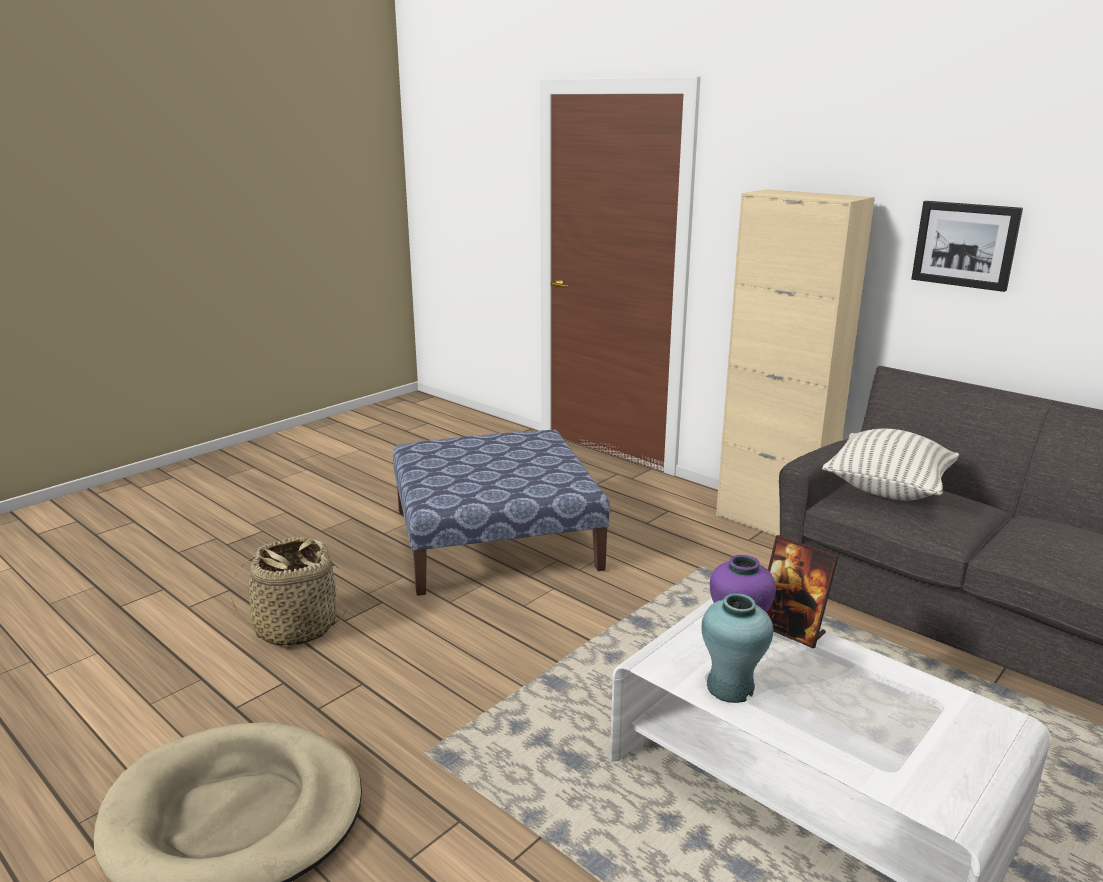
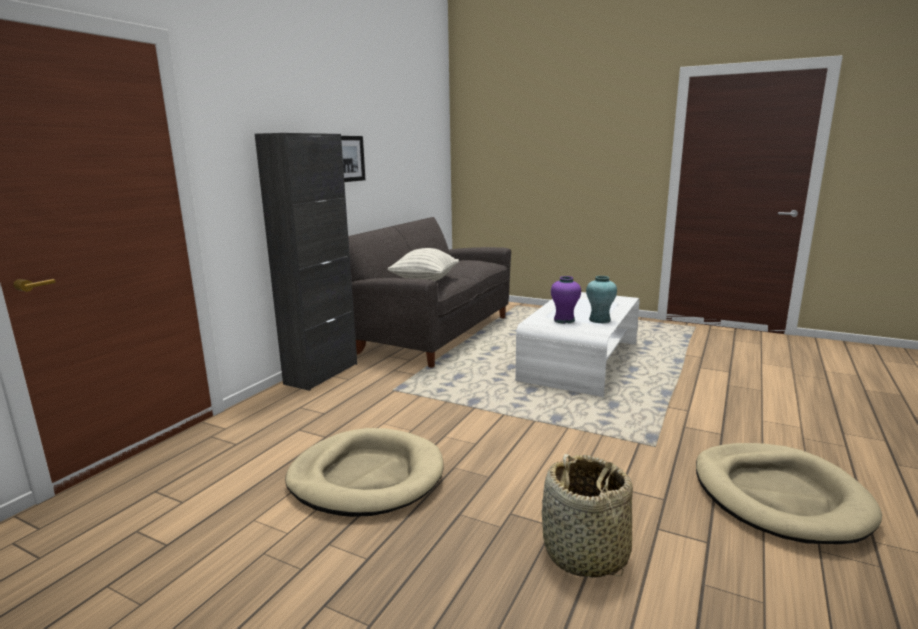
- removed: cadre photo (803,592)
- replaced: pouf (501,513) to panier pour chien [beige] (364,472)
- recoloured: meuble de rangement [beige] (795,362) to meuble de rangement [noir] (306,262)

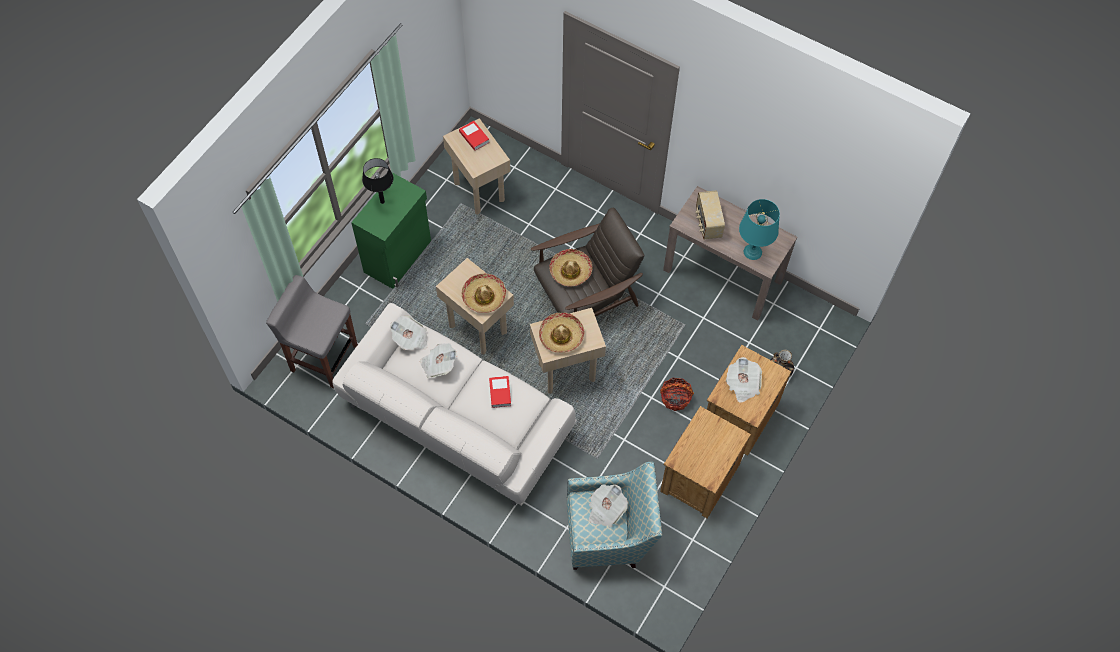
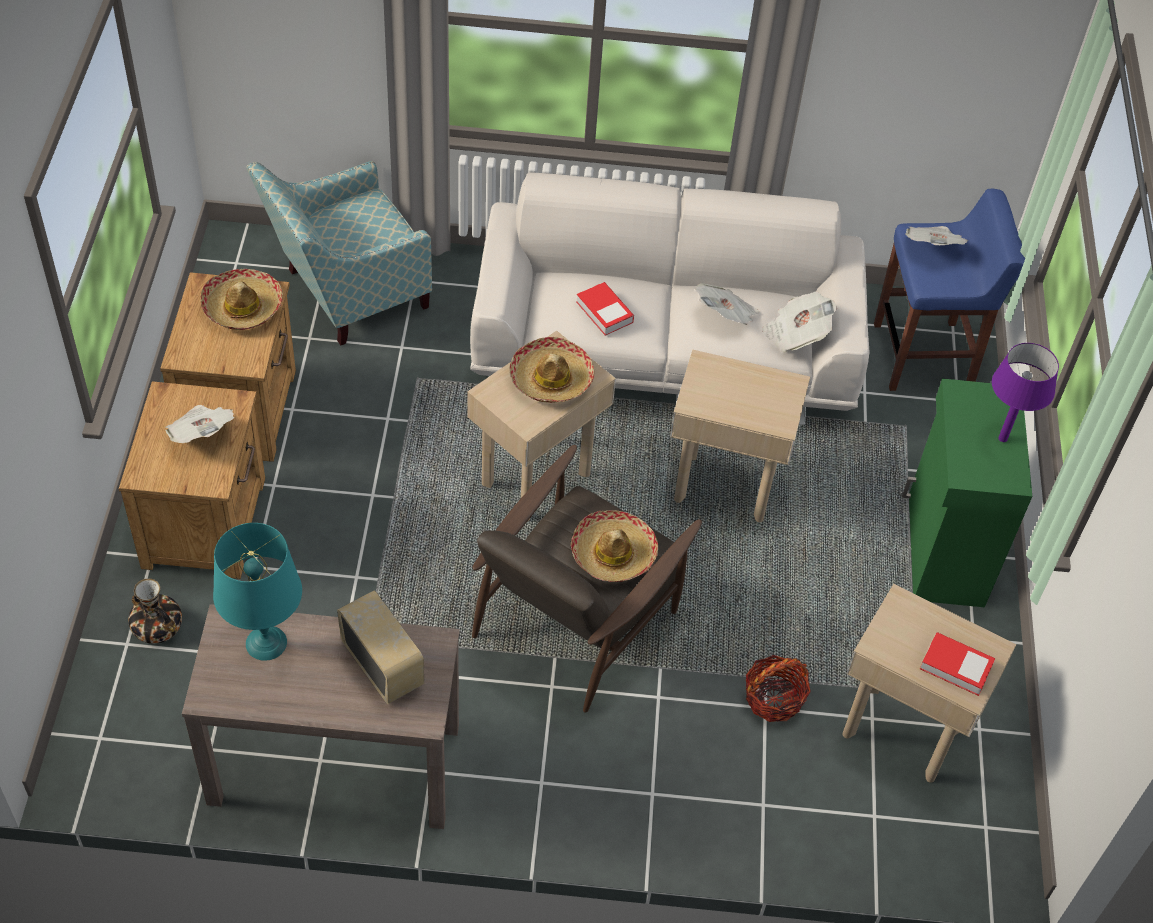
- moved: chapeau (484,293) to (241,299)
- moved: journal (608,506) to (936,235)
- moved: panier (677,394) to (778,688)
- recoloured: tabouret [gris] (312,332) to tabouret [bleu] (949,290)
- recoloured: lampe de table [noir] (377,181) to lampe de table [violet] (1025,392)

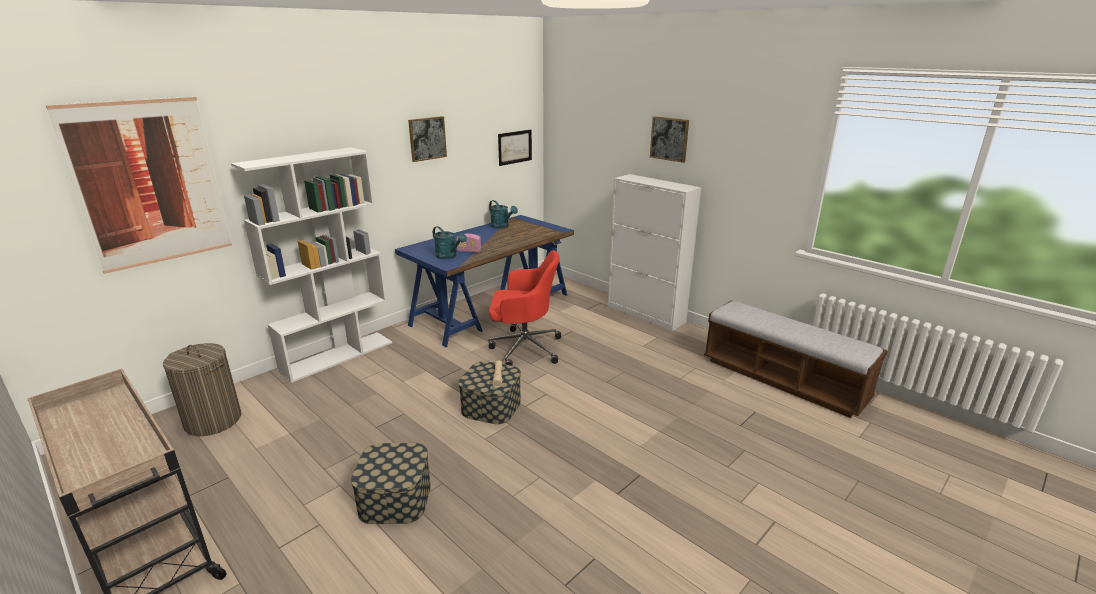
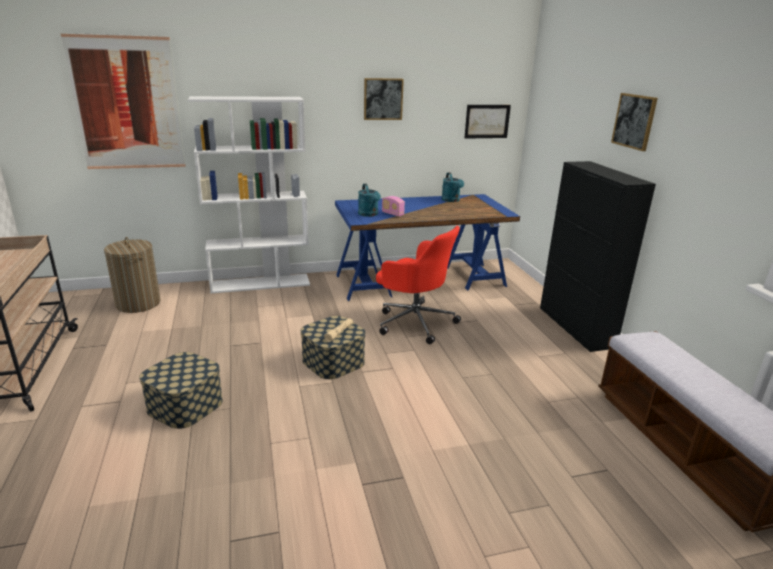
- recoloured: meuble de rangement [blanc] (654,252) to meuble de rangement [noir] (598,256)

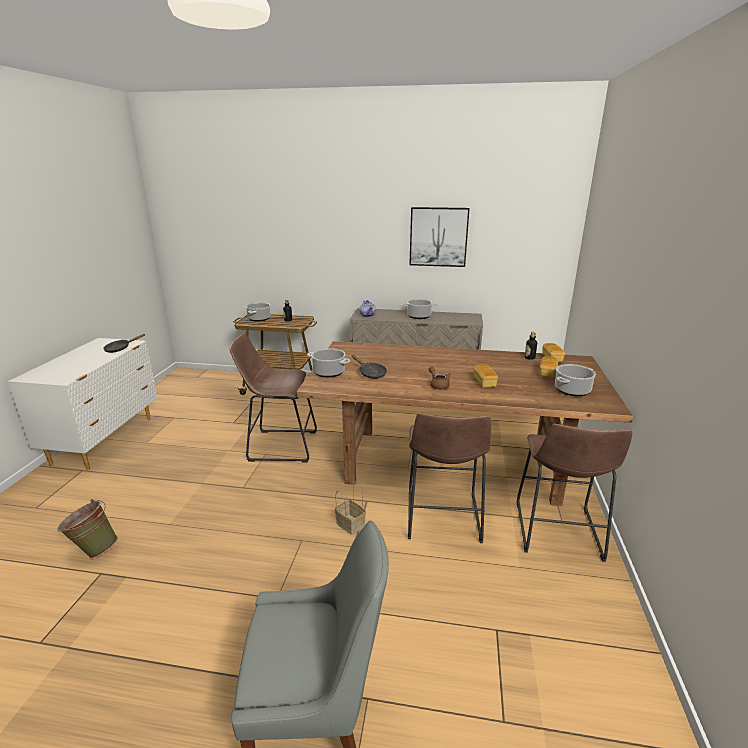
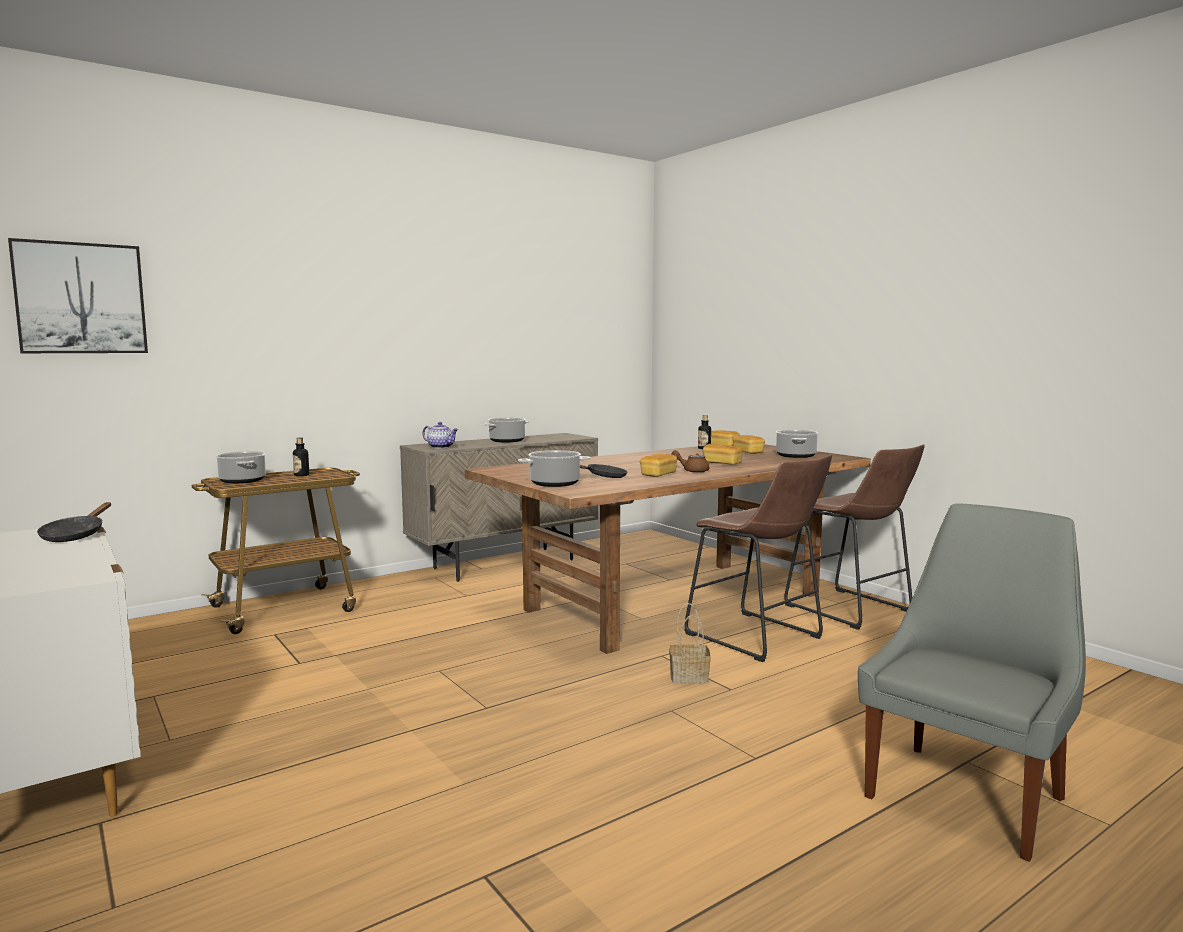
- removed: seau [vert] (87,528)
- removed: tabouret [marron] (273,397)
- added: pain (658,465)
- moved: tableau (439,237) to (78,295)

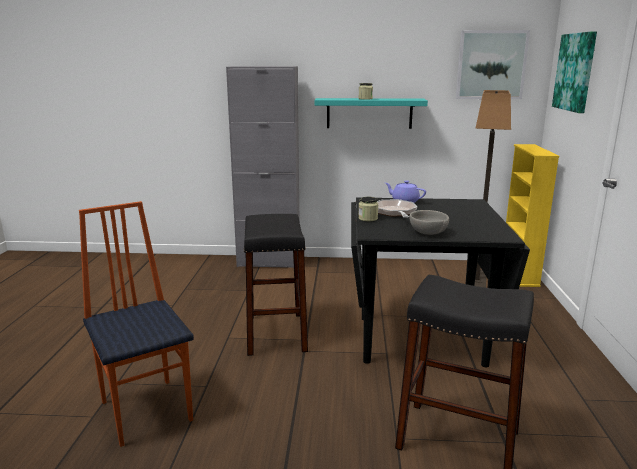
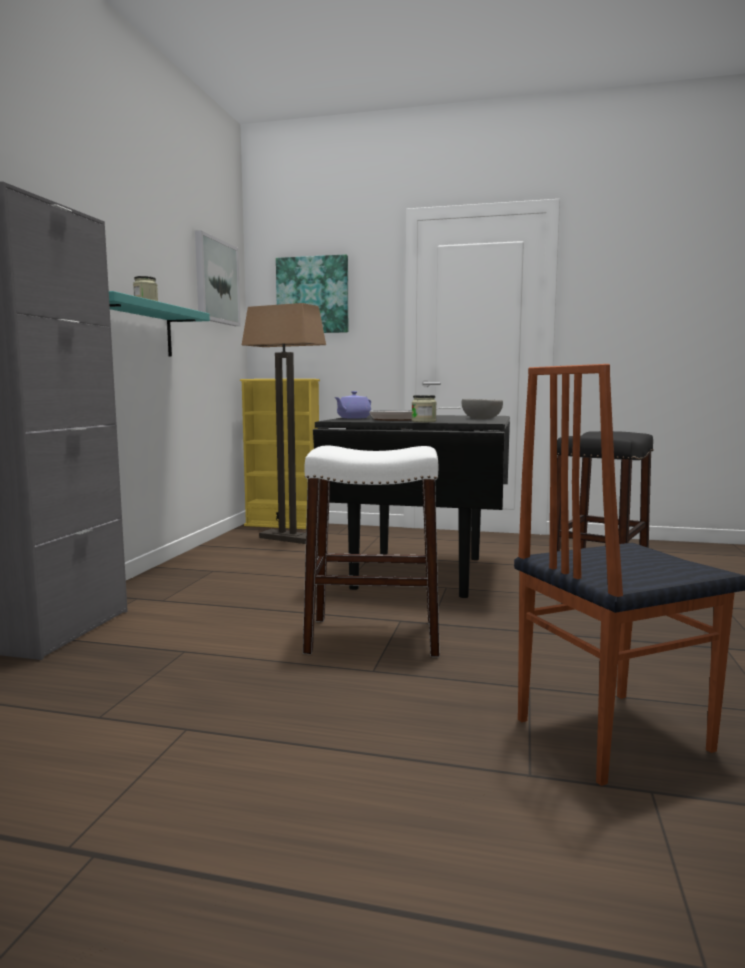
- recoloured: tabouret [noir] (276,285) to tabouret [blanc] (371,551)

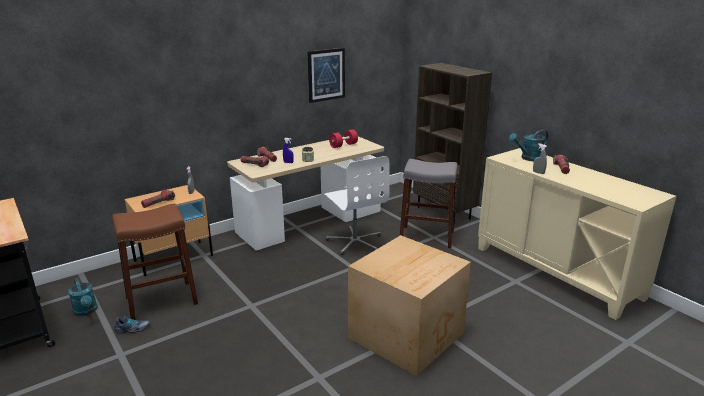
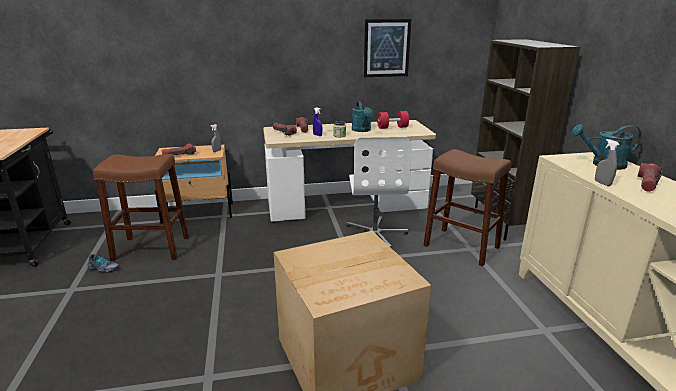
- moved: arrosoir [turquoise] (83,296) to (362,116)
- recoloured: tabouret [gris] (428,203) to tabouret [marron] (467,207)

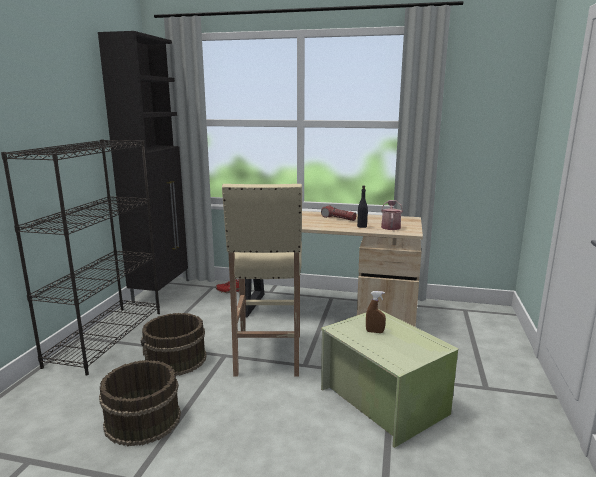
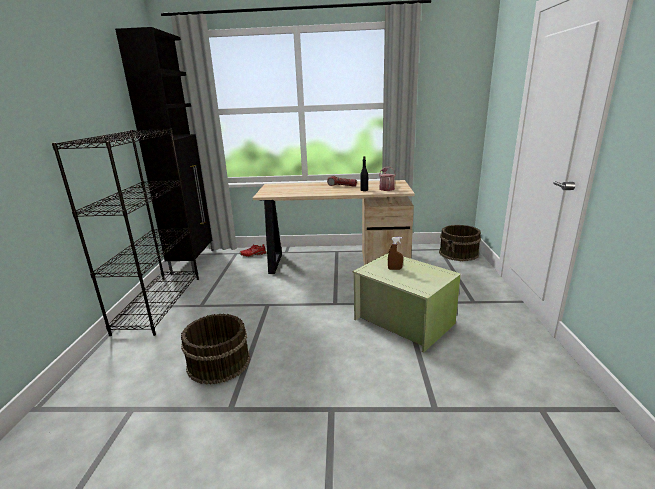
- removed: tabouret [beige] (262,280)
- moved: seau [marron] (174,344) to (460,243)

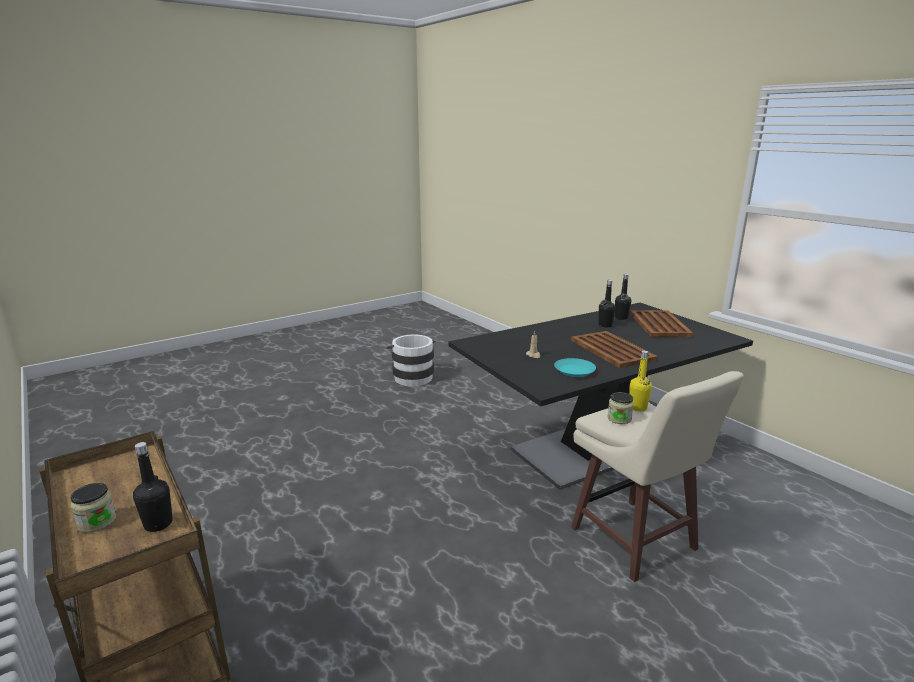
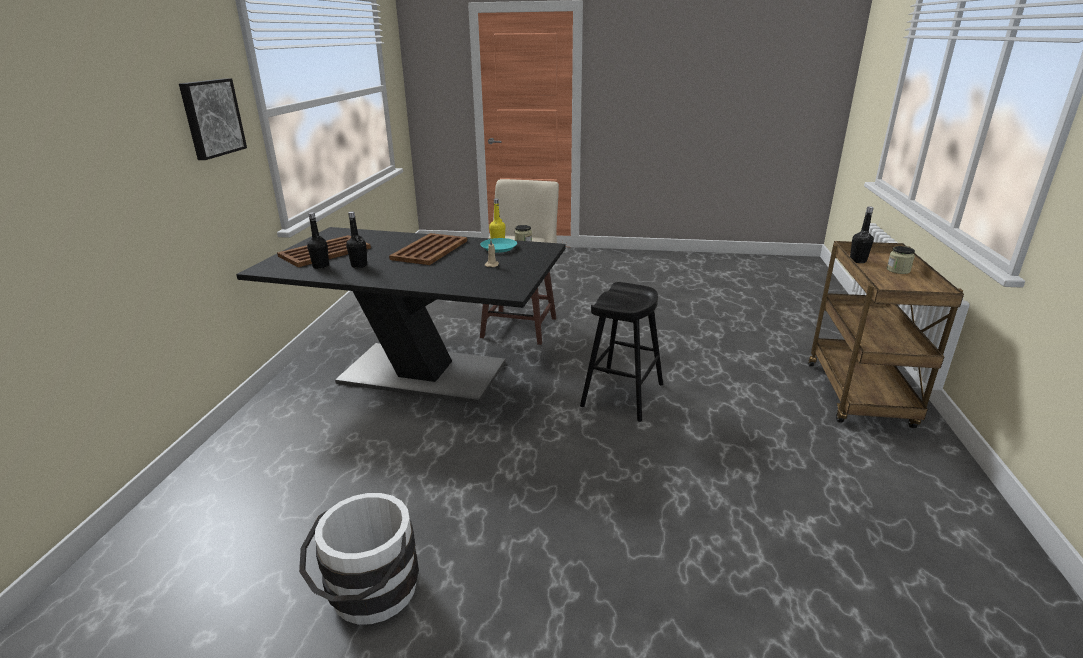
- added: tableau (213,119)
- added: tabouret [noir] (621,352)

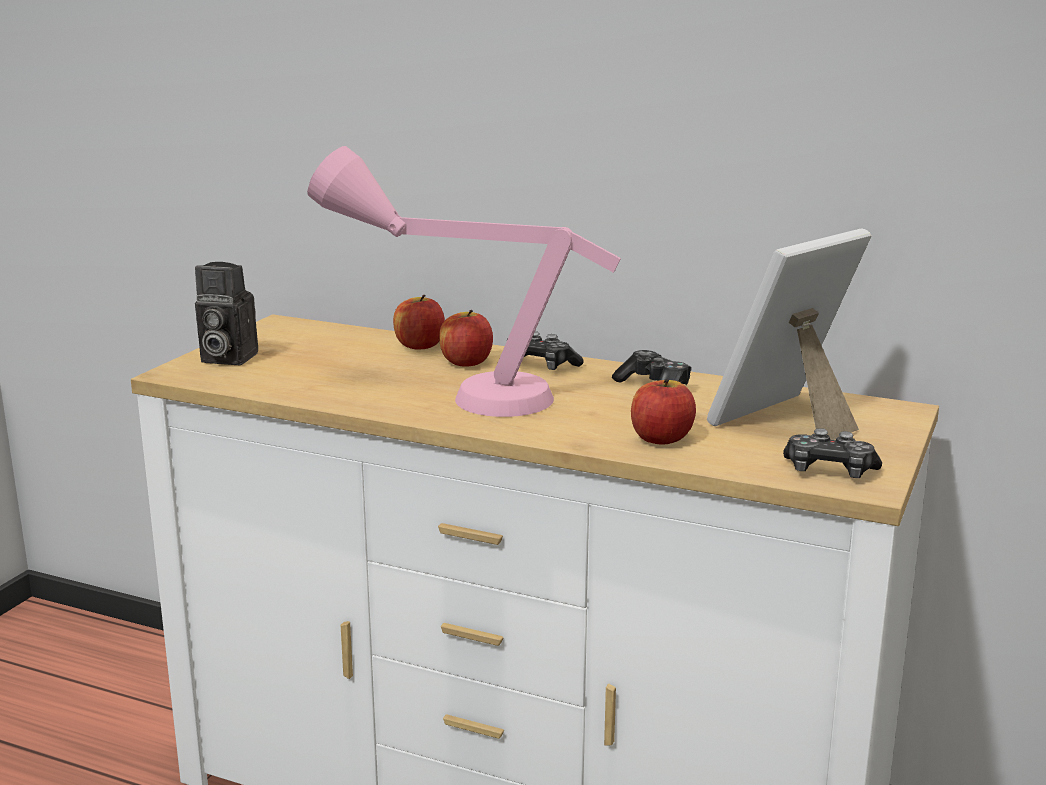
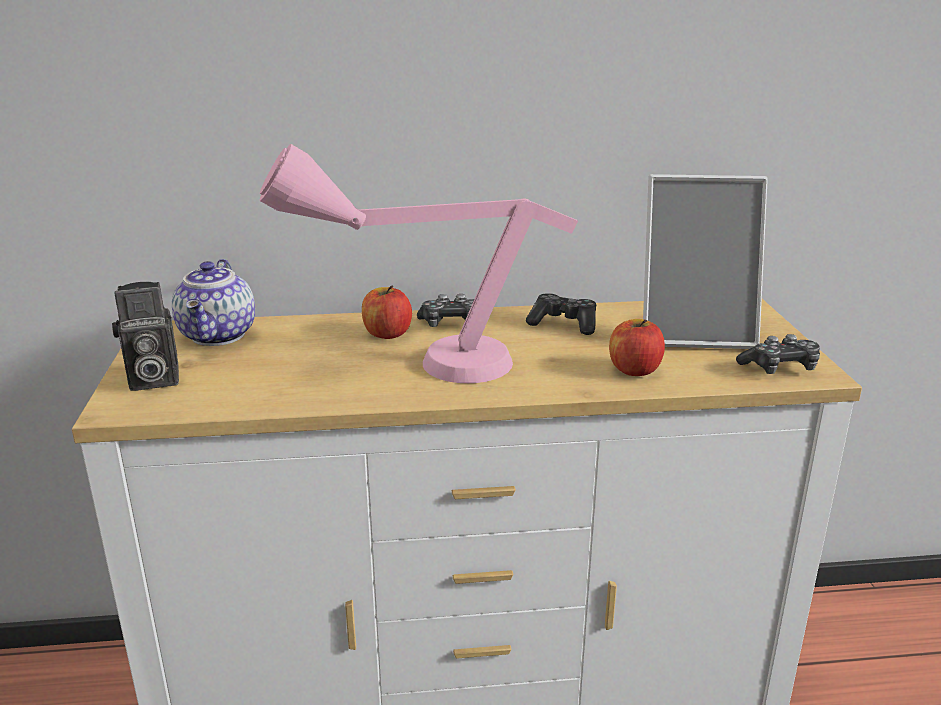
- removed: pomme (419,322)
- added: théière (213,302)
- turned: cadre photo (789,334) = (705,261) 105 degrees counterclockwise

